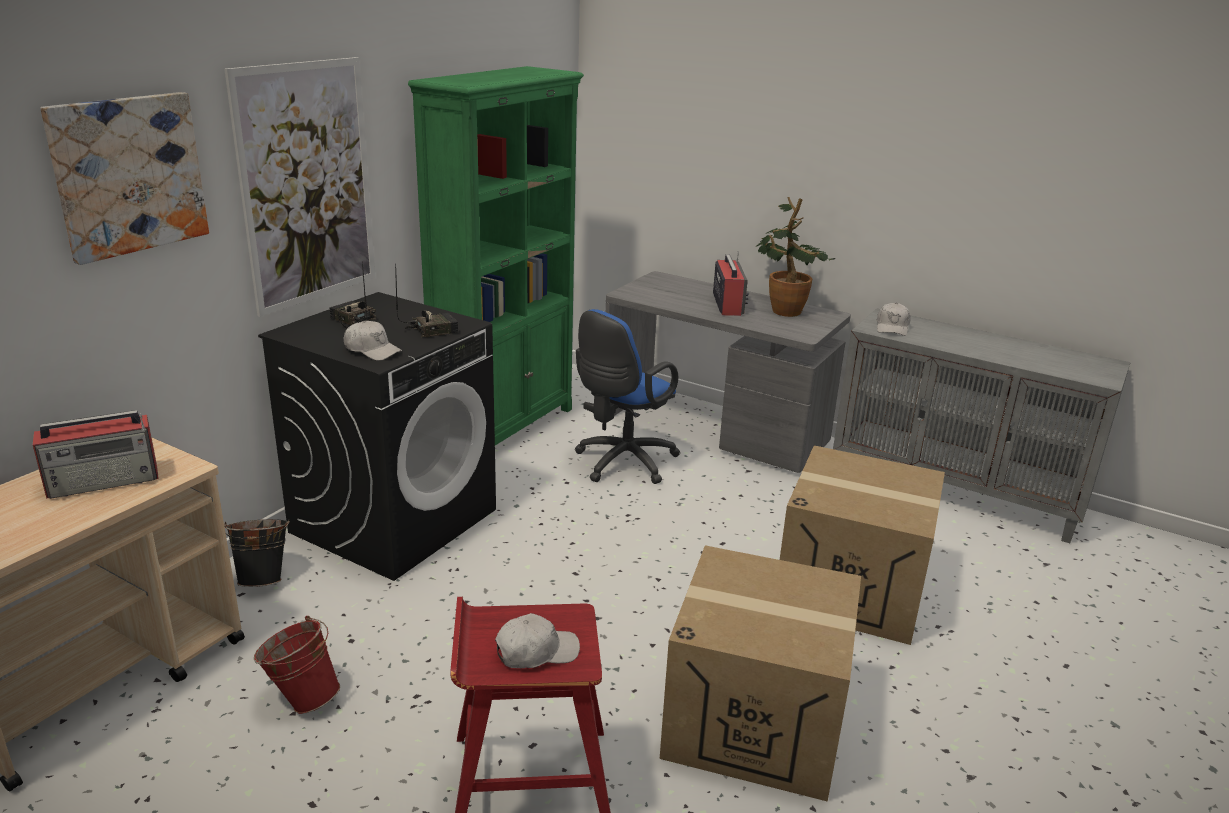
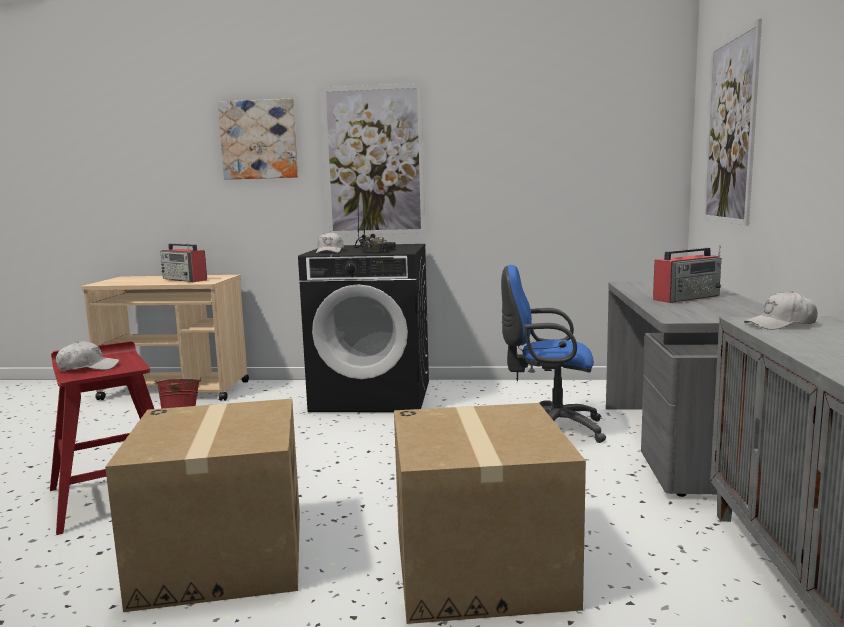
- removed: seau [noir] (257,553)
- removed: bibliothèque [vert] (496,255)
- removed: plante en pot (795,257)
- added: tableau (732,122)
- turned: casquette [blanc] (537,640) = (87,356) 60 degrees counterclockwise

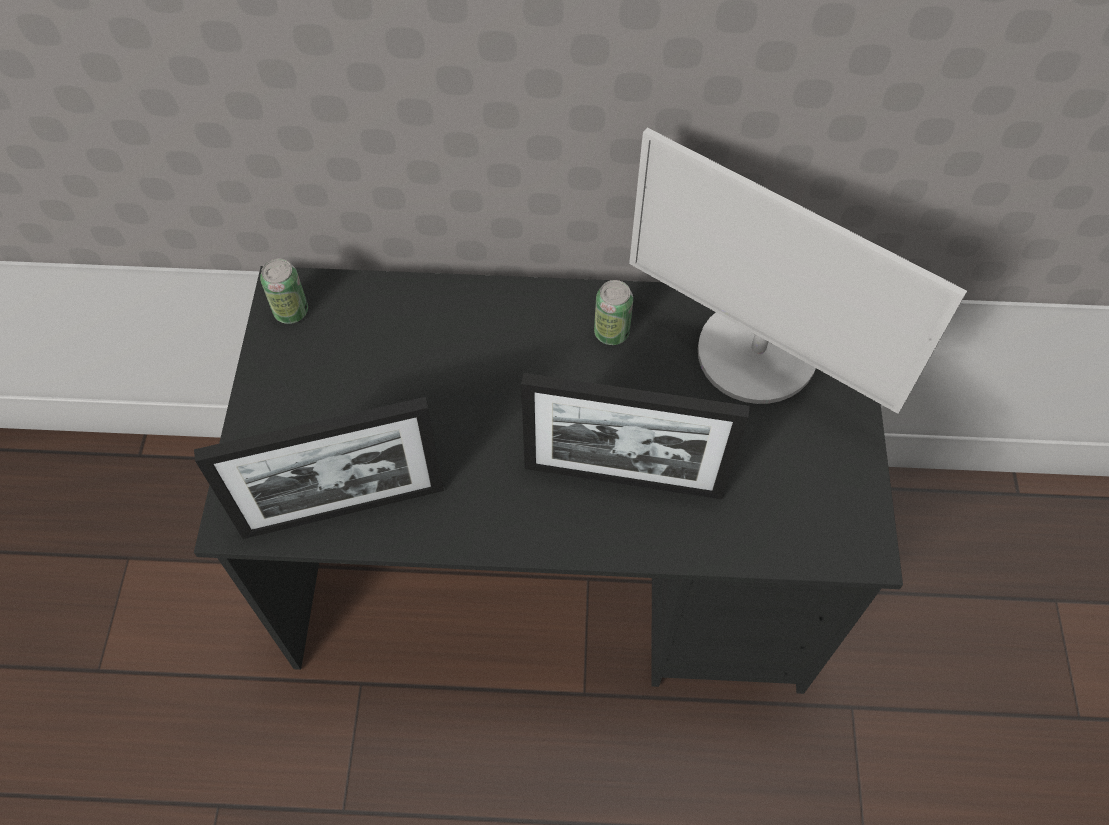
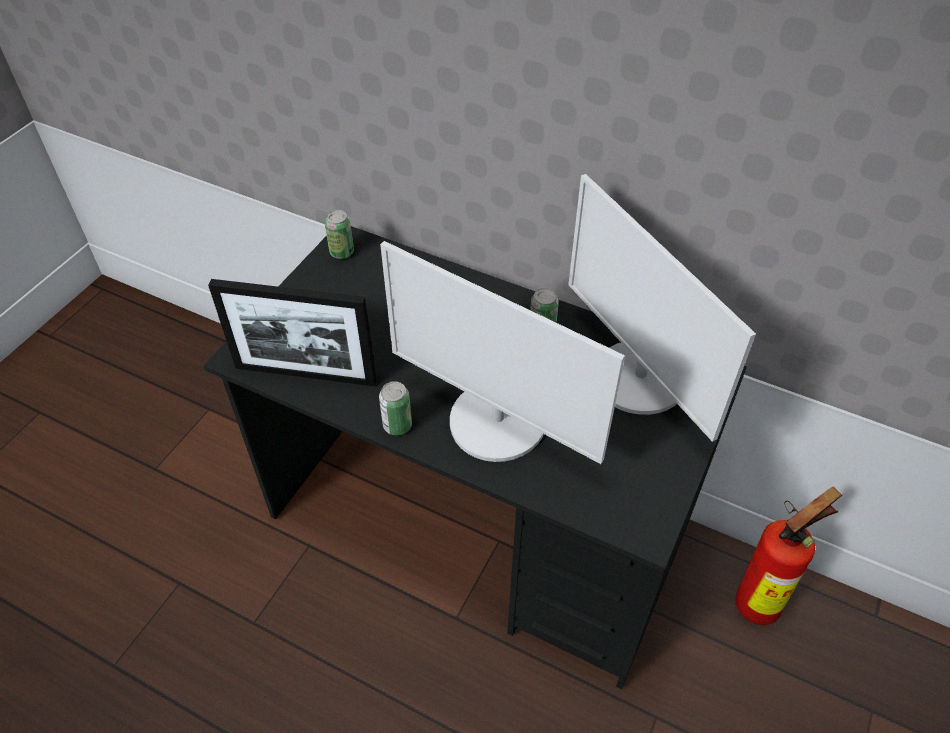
- added: boîte métallique (395,408)
- added: extincteur (788,556)
- replaced: cadre photo (635,436) to écran d'ordinateur (502,352)

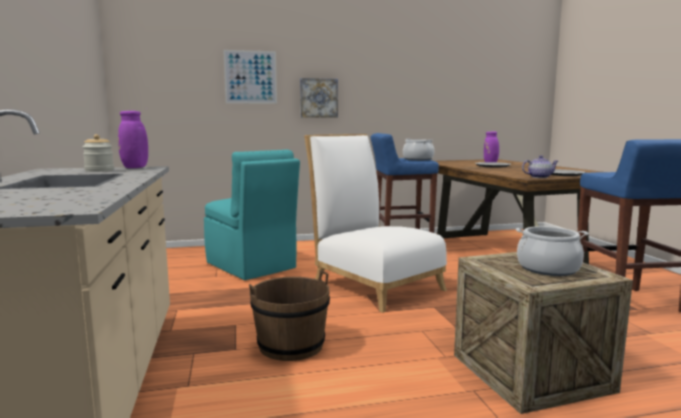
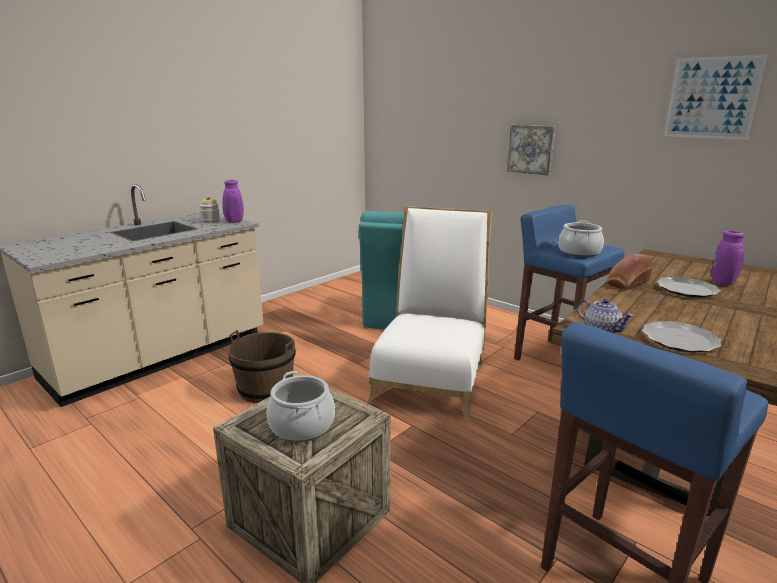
- added: pain (630,272)
- moved: tableau (250,77) to (715,97)

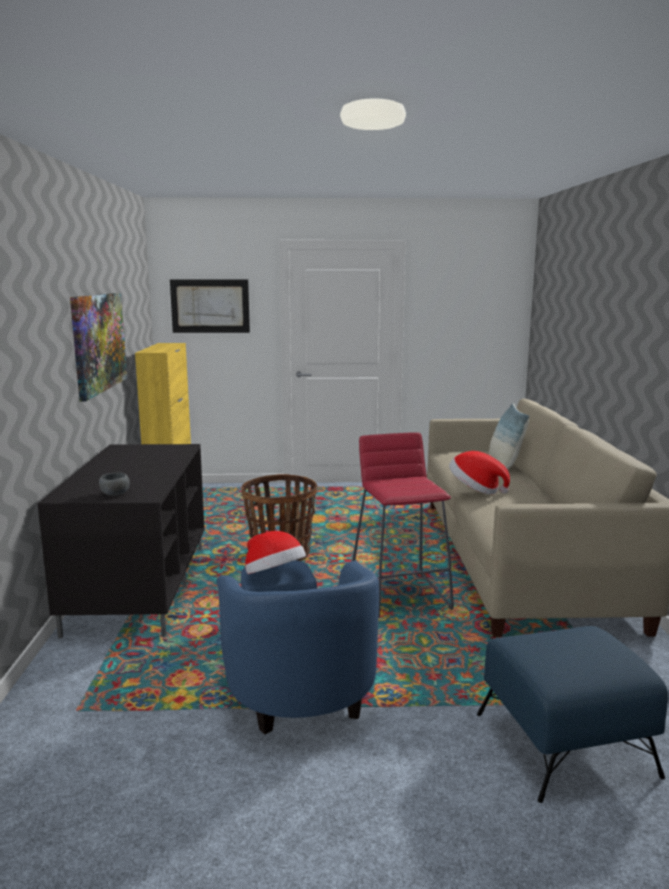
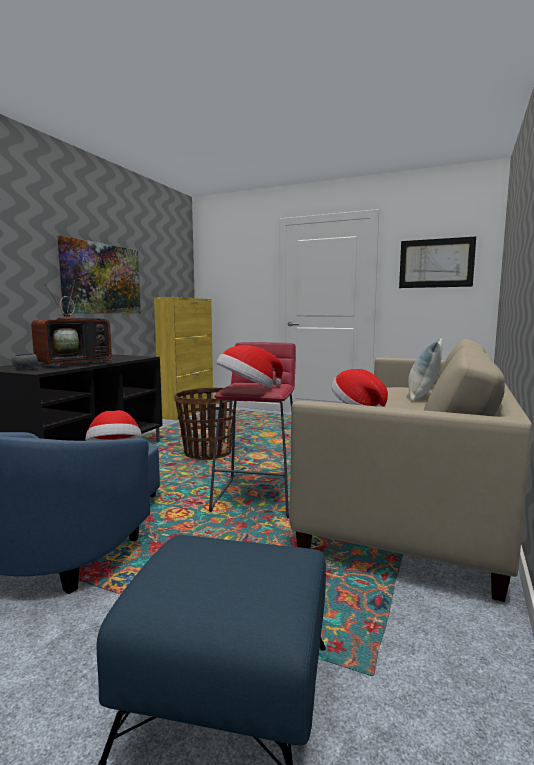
- added: téléviseur (72,324)
- added: chapeau (249,366)
- moved: tableau (210,306) to (437,262)

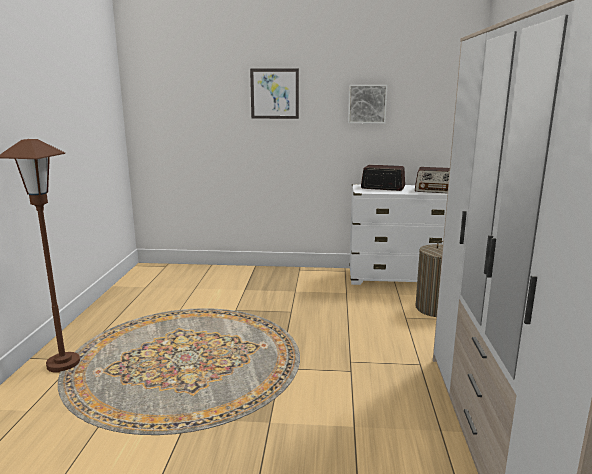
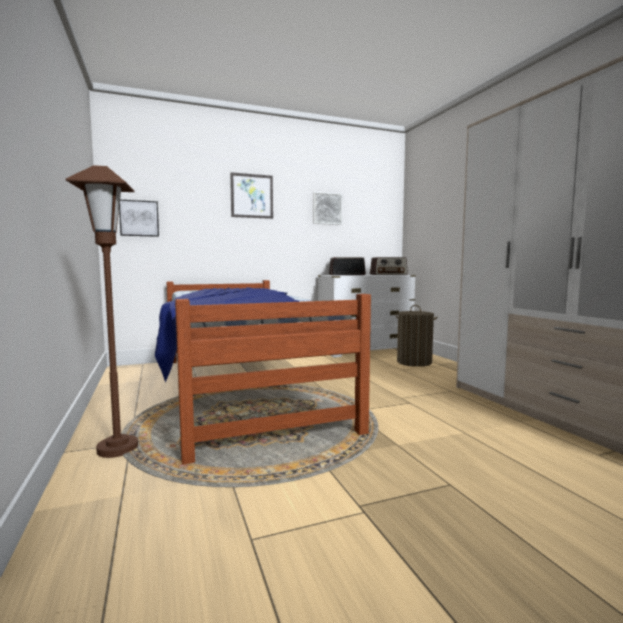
- added: tableau (139,218)
- added: lit (263,372)

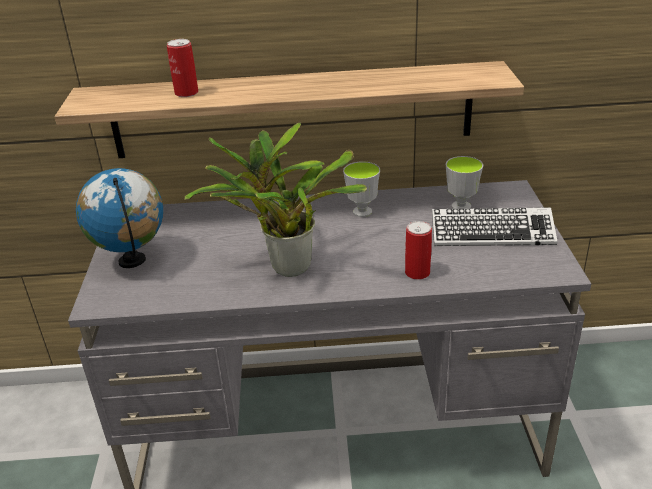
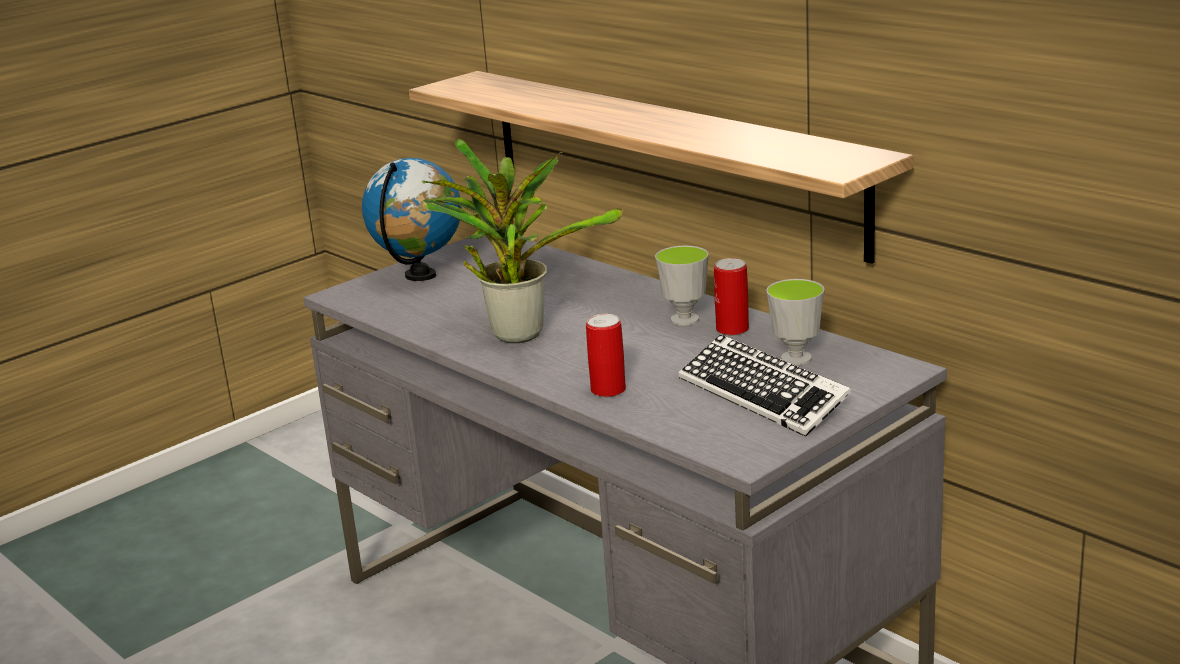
- moved: boîte métallique (182,68) to (731,297)

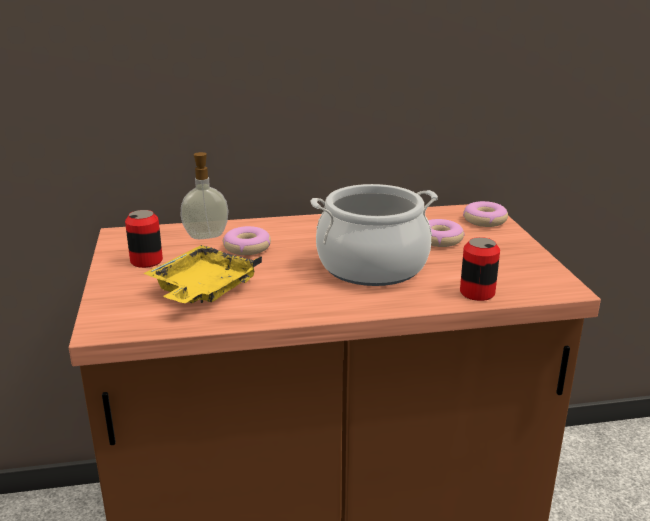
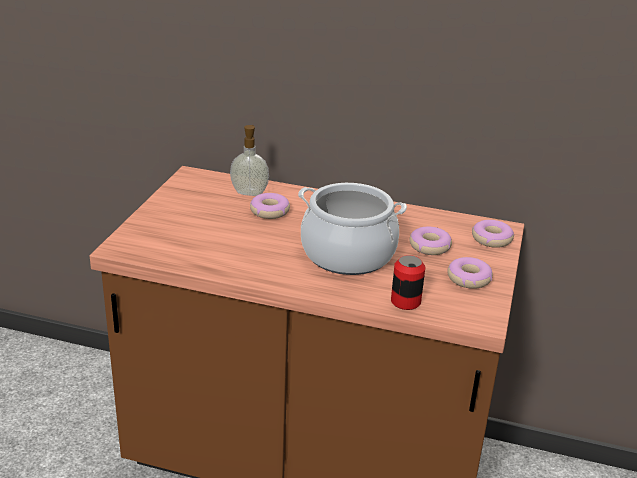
- removed: boîte métallique (144,239)
- removed: plateau [jaune] (202,274)
- added: beignet (470,273)

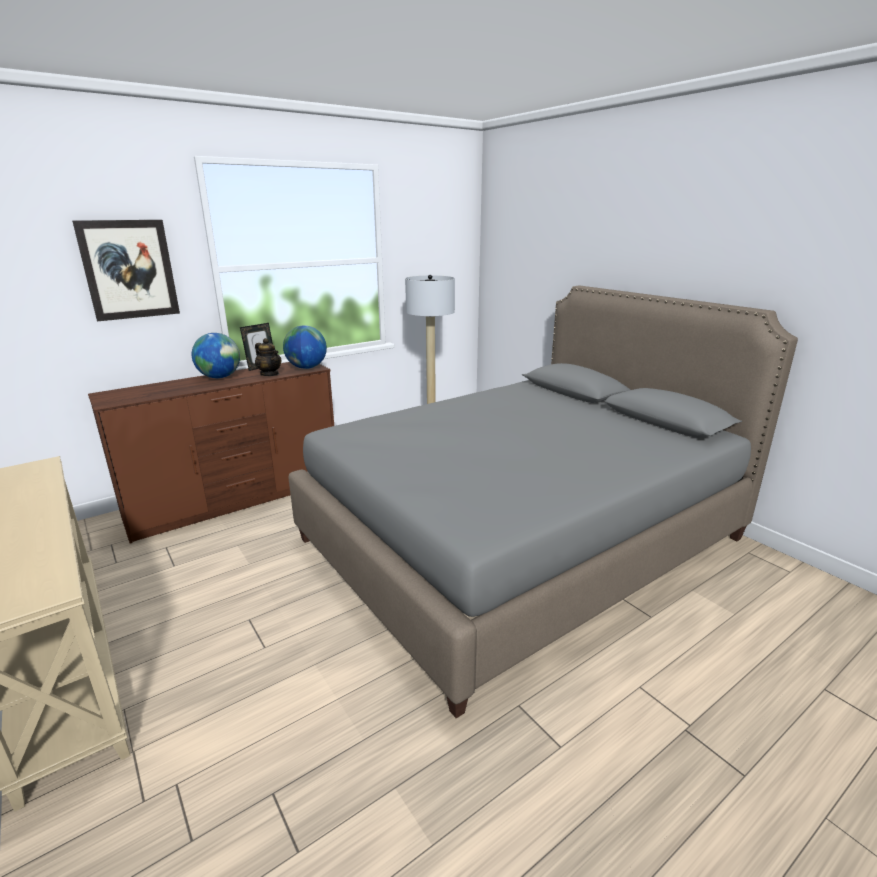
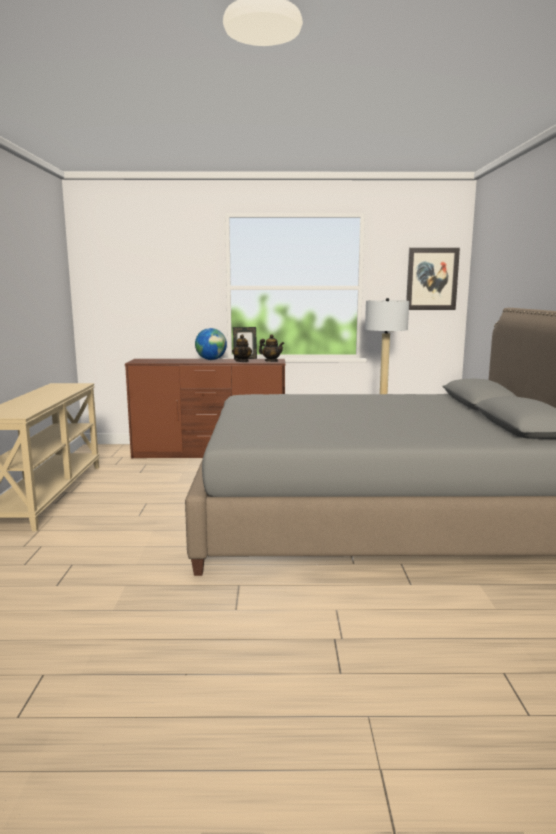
- moved: tableau (126,270) to (433,279)
- replaced: globe (305,347) to théière (271,348)

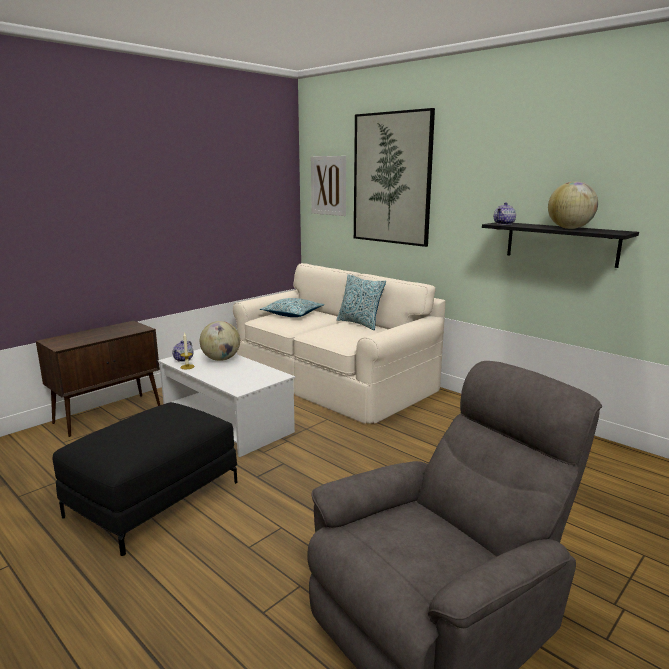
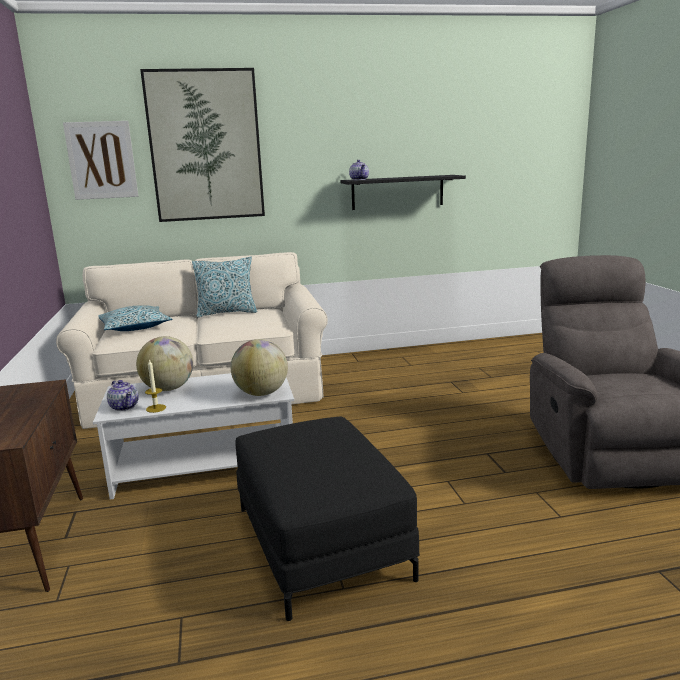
- moved: globe (573,205) to (259,367)

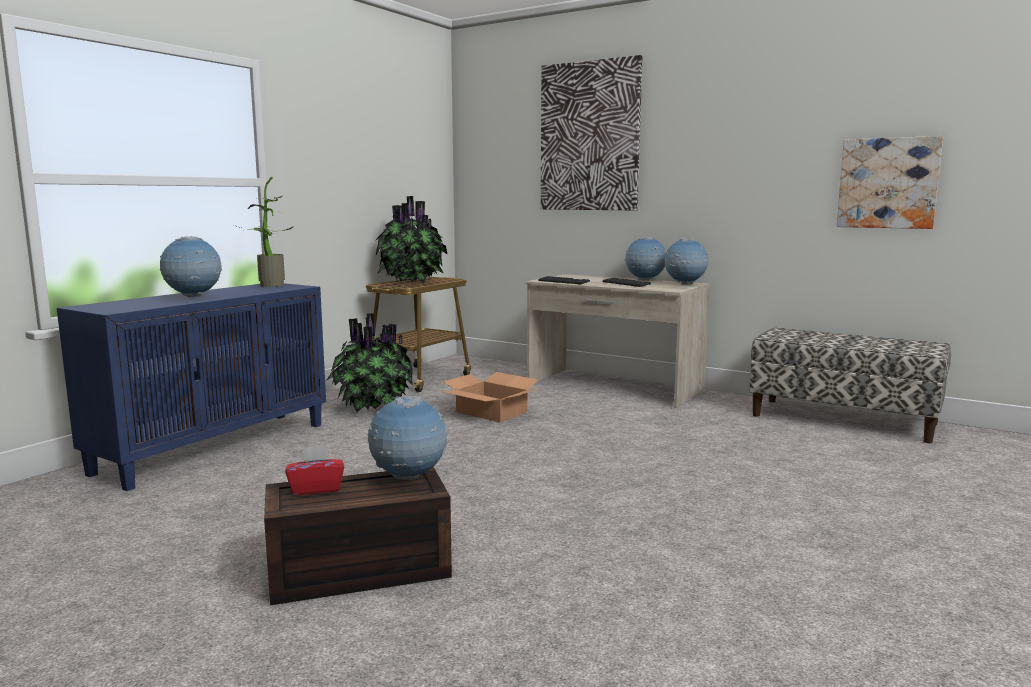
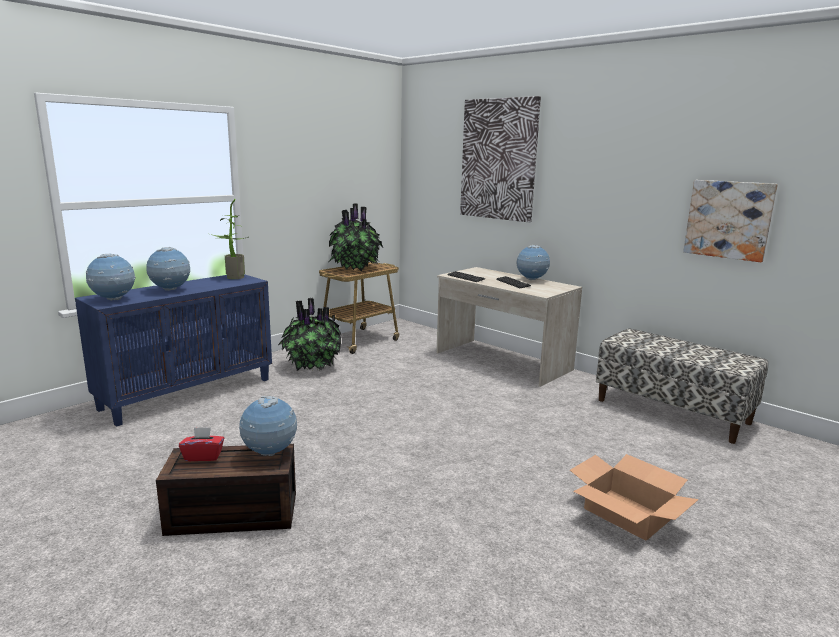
- moved: carton (492,397) to (634,497)
- moved: globe (686,261) to (111,277)

